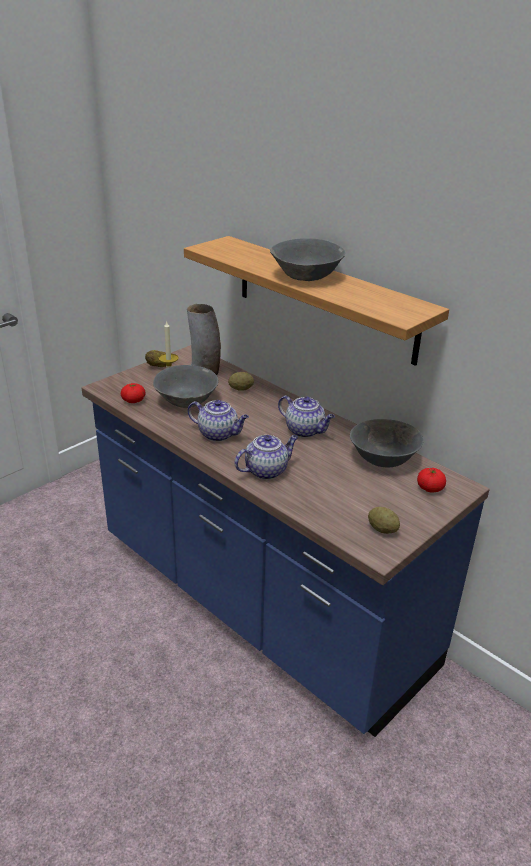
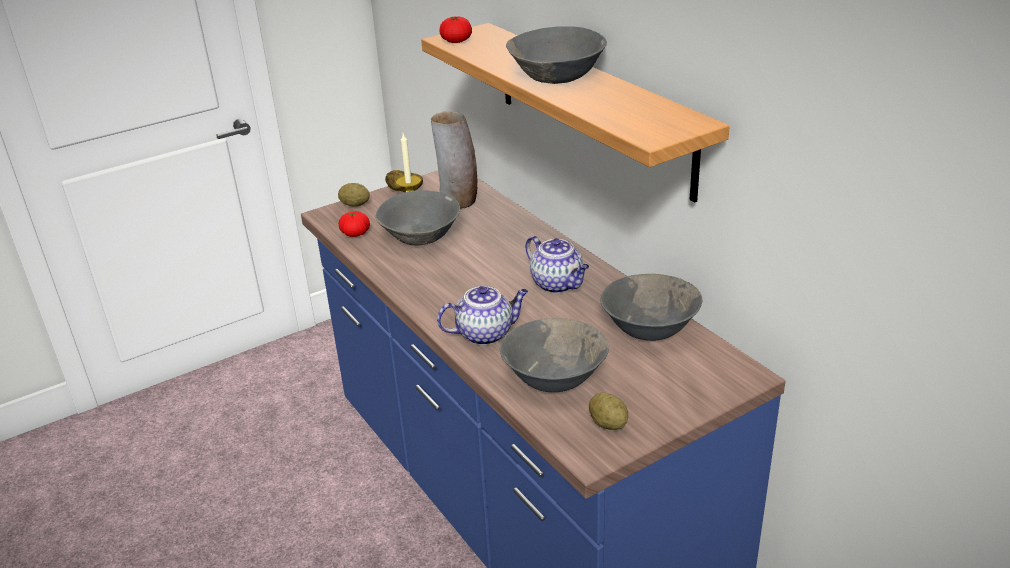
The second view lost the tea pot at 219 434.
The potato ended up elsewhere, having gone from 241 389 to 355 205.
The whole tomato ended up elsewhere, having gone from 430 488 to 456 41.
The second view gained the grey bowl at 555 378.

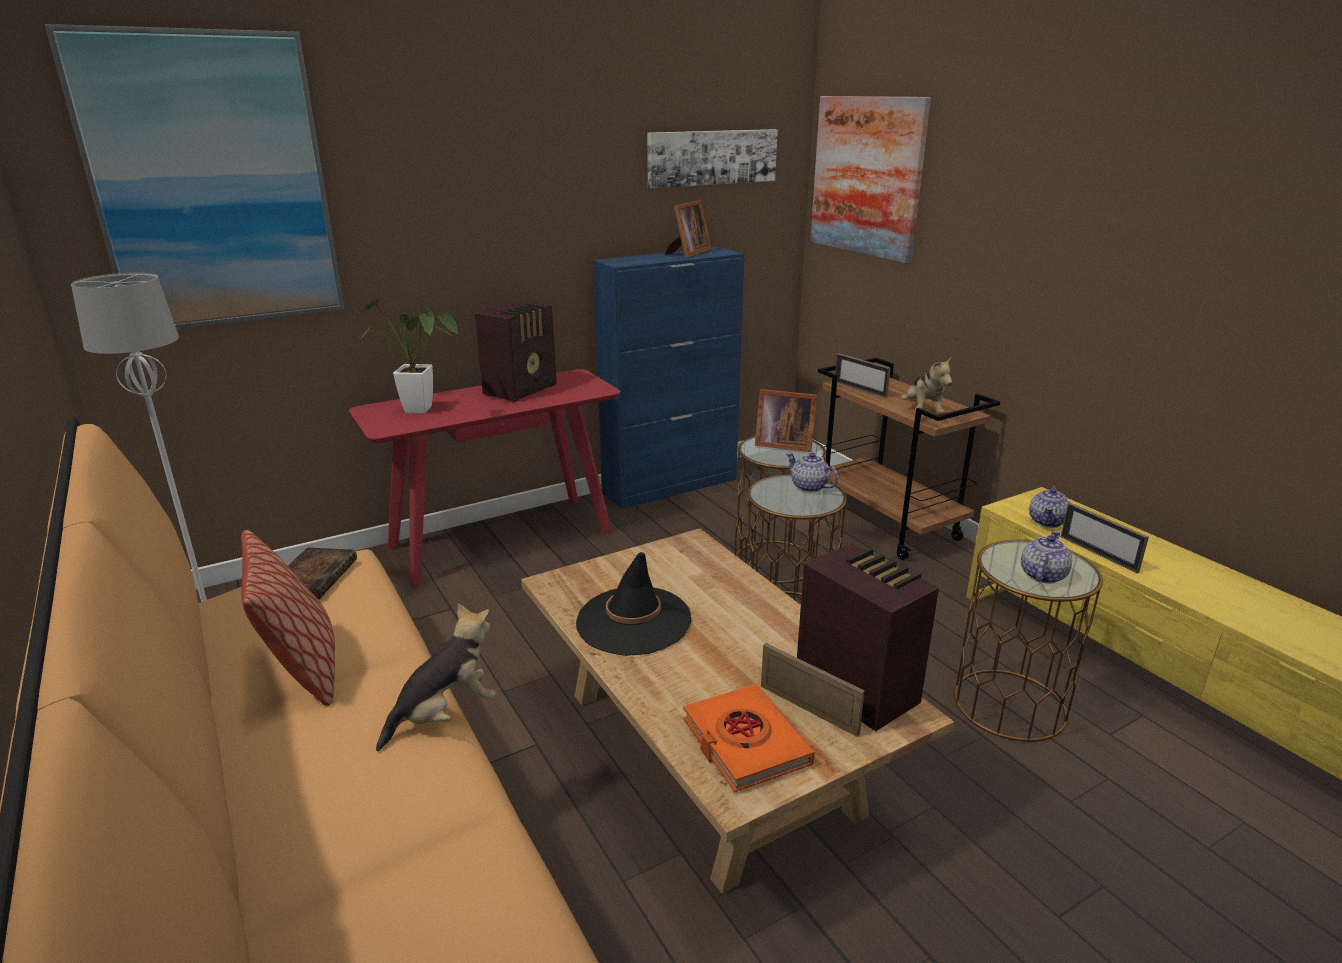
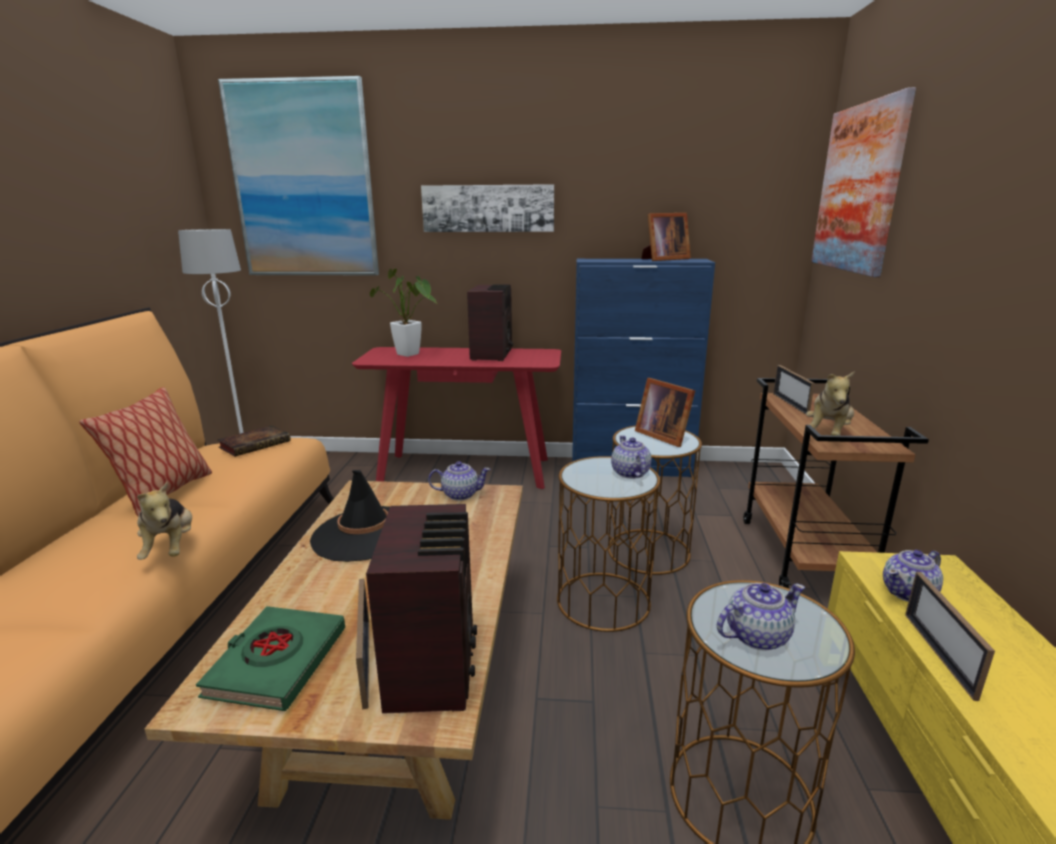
The soft toy at 445 714 ended up facing another way, 75 degrees clockwise from before.
The radio set at 522 389 ended up facing another way, 60 degrees counterclockwise from before.
The wall picture ended up elsewhere, having gone from 712 157 to 488 208.
What was the orange bound book at 745 743 turned into the greenish bound book at 277 663.
The second view gained the tea pot at 460 494.

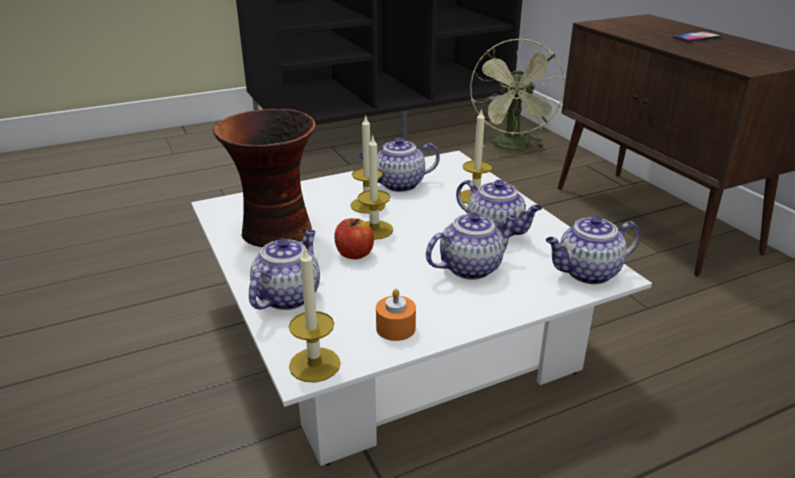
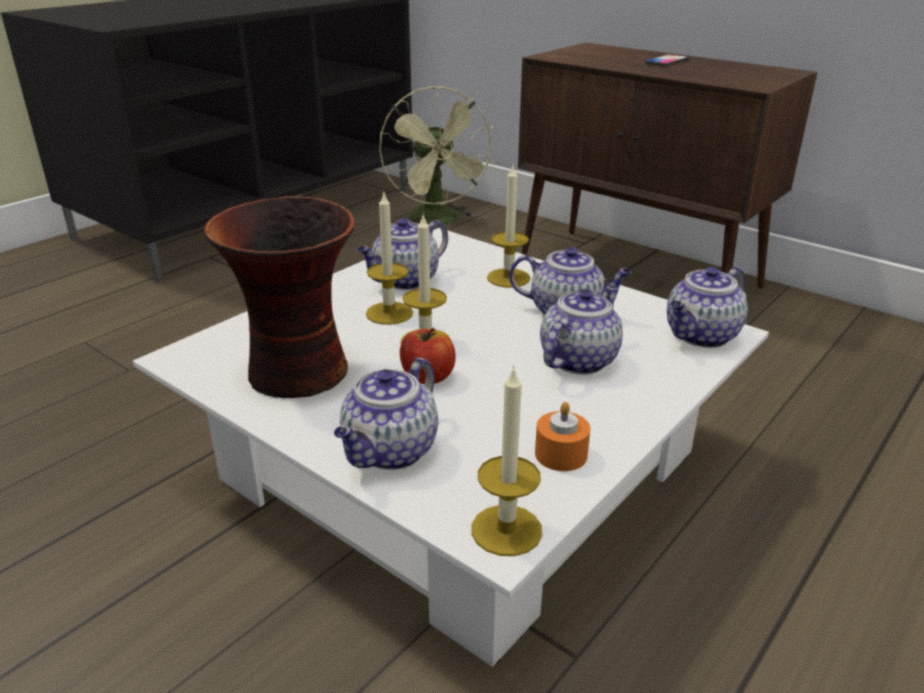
The tea pot at 287 296 ended up facing another way, 150 degrees counterclockwise from before.

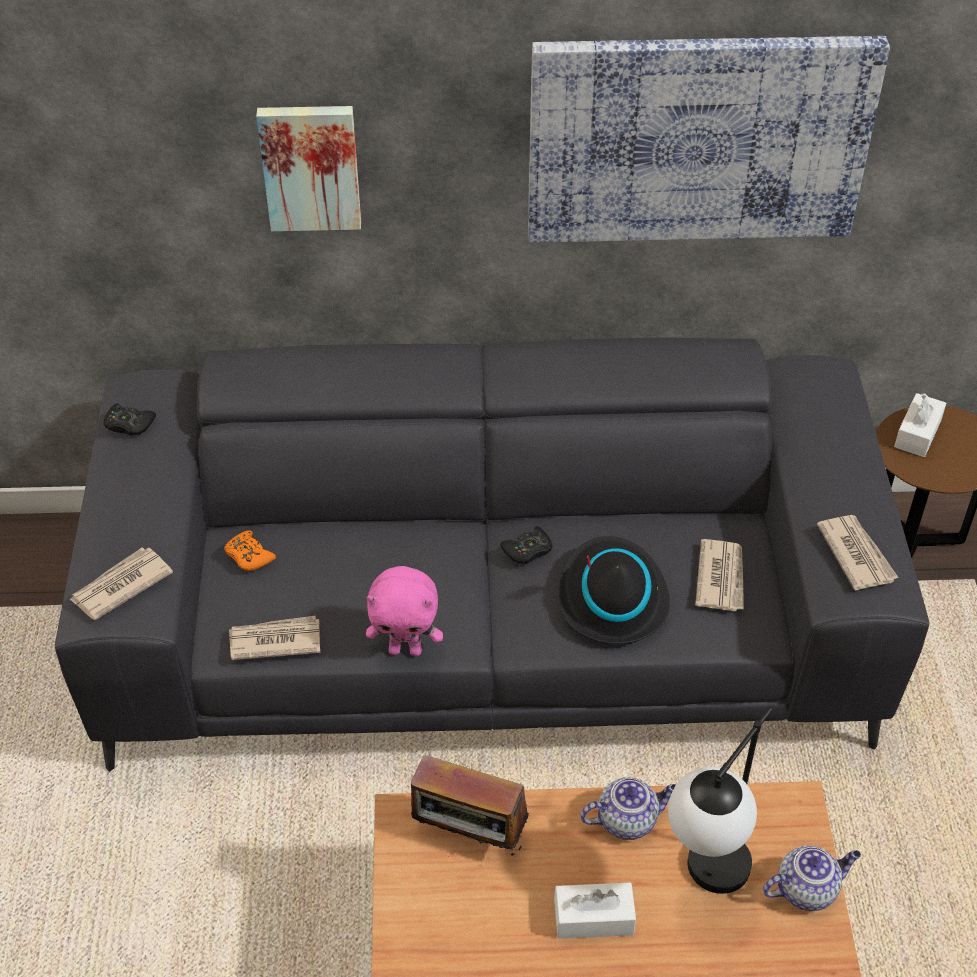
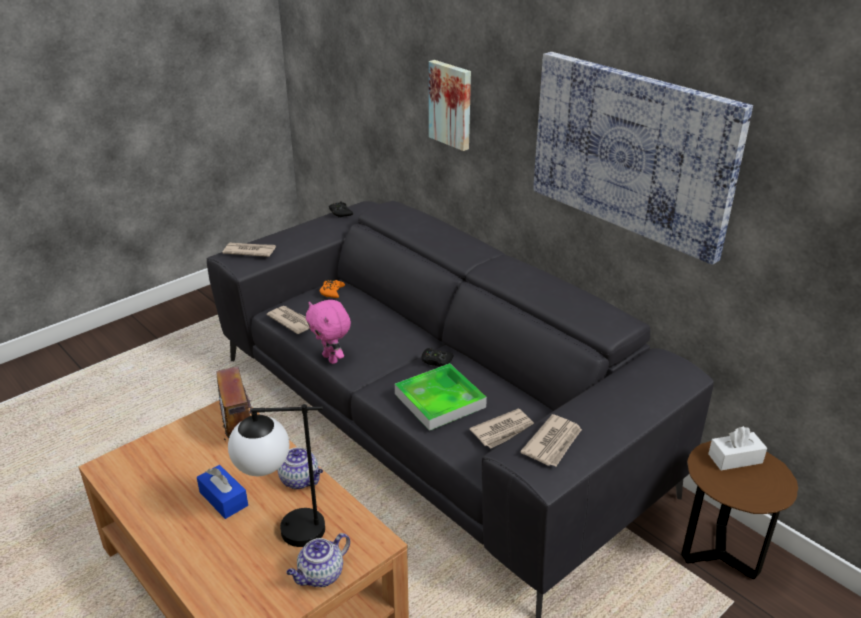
What was the whitish tissue holder at 593 918 turned into the bluish tissue holder at 223 499.
Where the black clothing hat stood at 611 597, the tray came to stand at 440 400.
The tea pot at 807 889 ended up facing another way, 105 degrees clockwise from before.

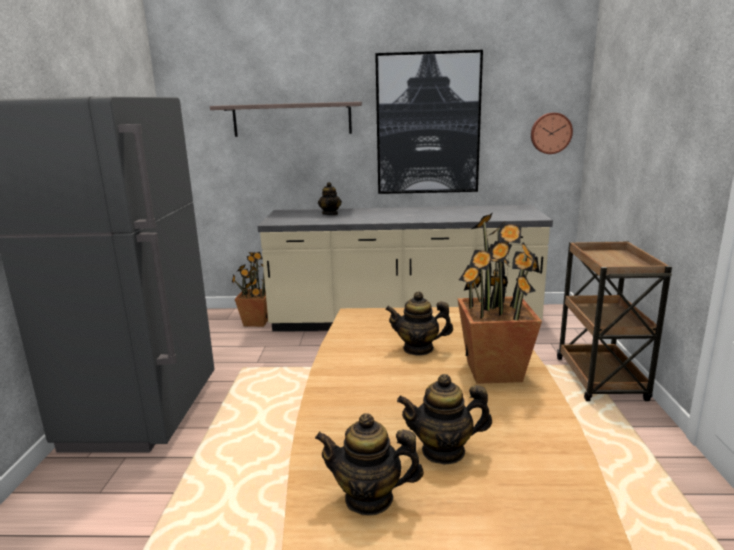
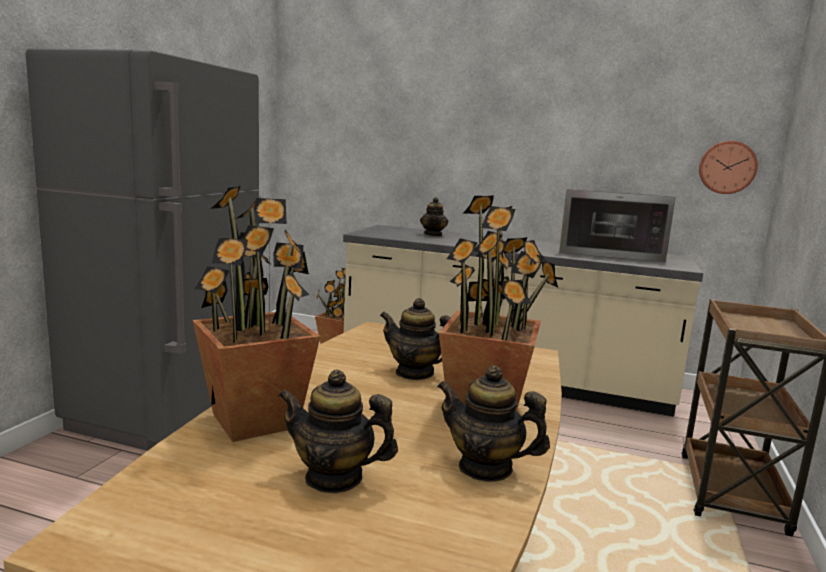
The second view lost the wall shelf at 292 119.
The tea pot ended up elsewhere, having gone from 369 498 to 485 468.
The second view lost the wall picture at 428 124.
The second view gained the plant in a pot at 256 420.
The second view gained the microwave oven at 609 253.

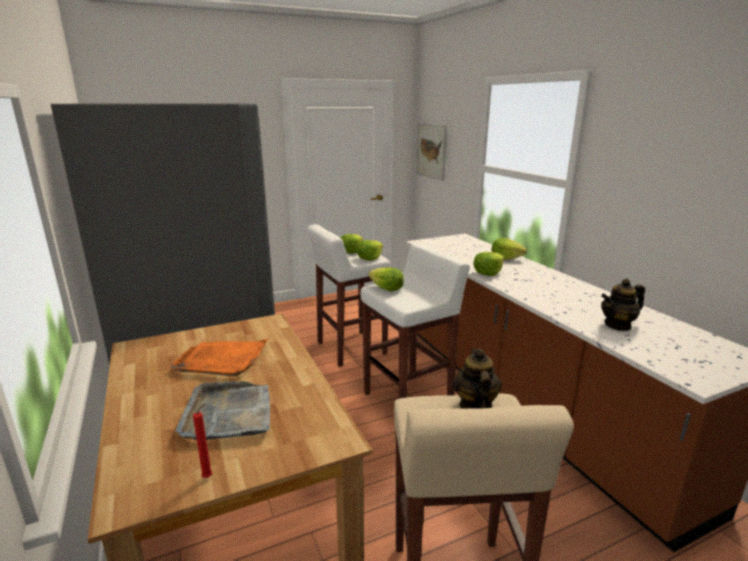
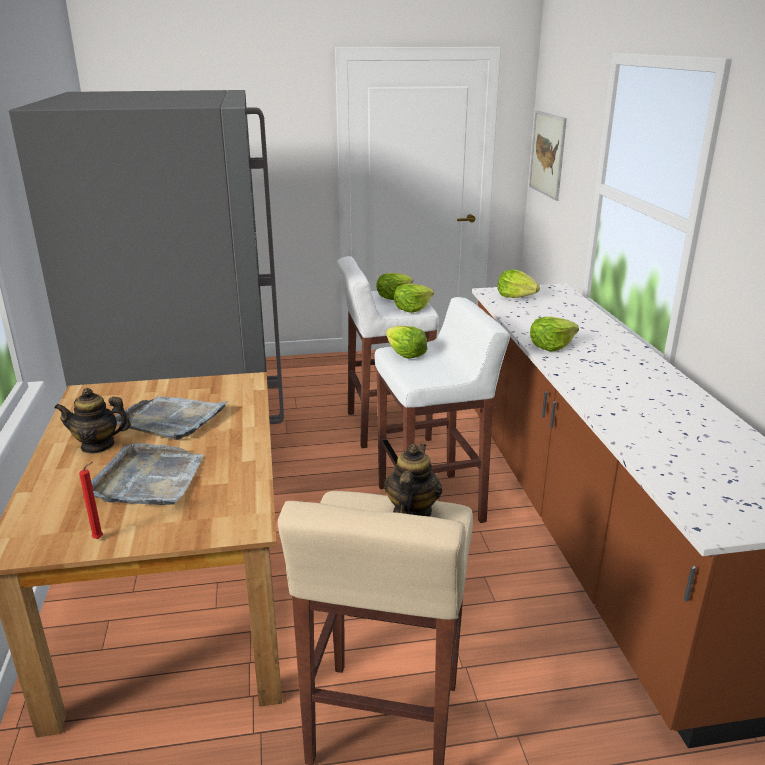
What was the orange tray at 222 359 turned into the grey tray at 171 419.
The lettuce ended up elsewhere, having gone from 506 258 to 516 296.
The tea pot ended up elsewhere, having gone from 618 325 to 98 445.

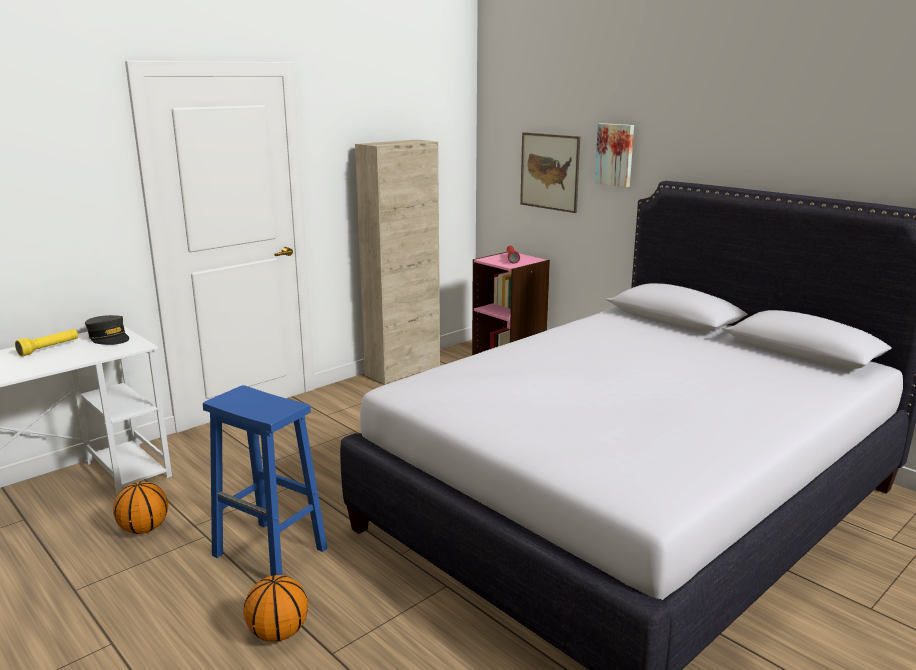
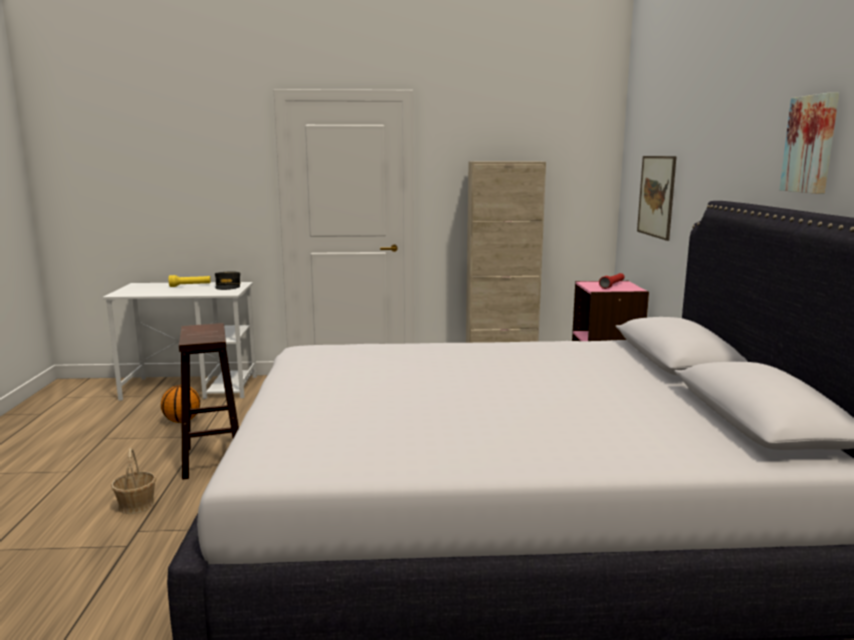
What was the bluish sitting stool at 271 552 turned into the brown sitting stool at 213 460.
Where the ball for basketball stood at 278 632, the basket came to stand at 136 505.
The wall picture ended up elsewhere, having gone from 615 154 to 811 144.

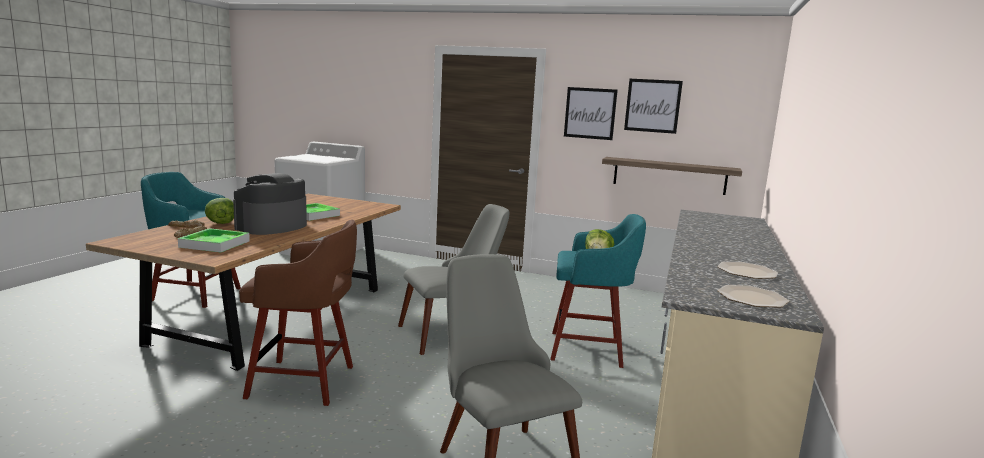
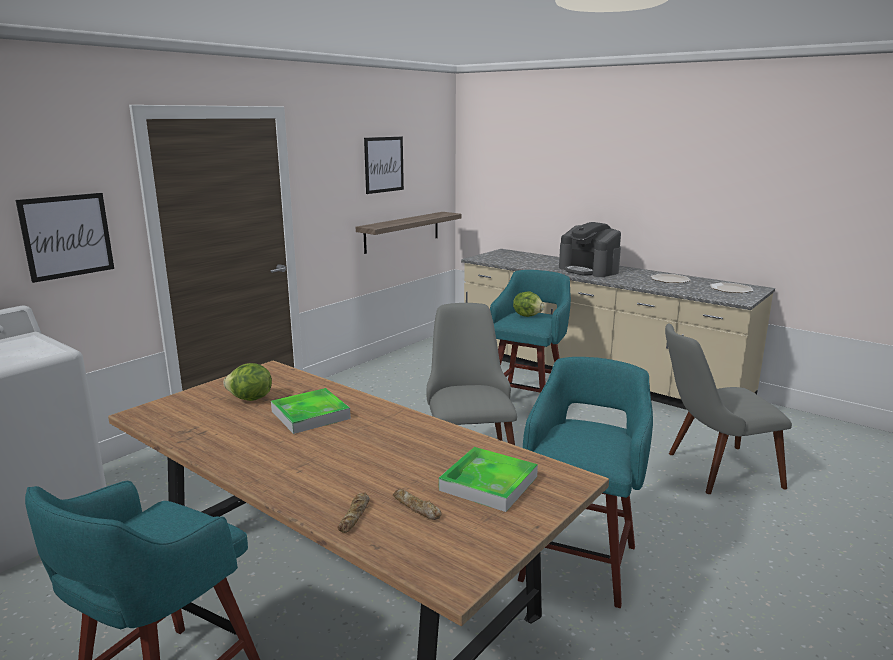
The lettuce ended up elsewhere, having gone from 221 223 to 250 399.
The coffee maker ended up elsewhere, having gone from 271 226 to 589 270.
What was the brown sitting stool at 305 382 turned into the turquoise-coloured sitting stool at 580 560.
The wall picture ended up elsewhere, having gone from 590 113 to 67 236.

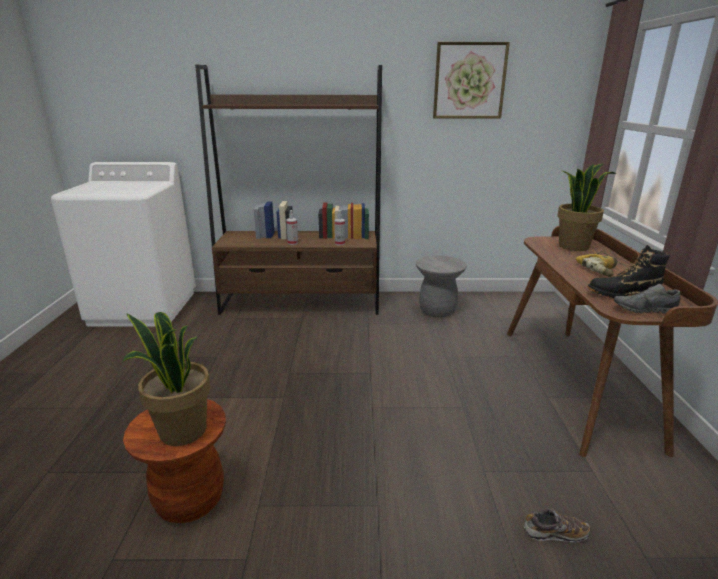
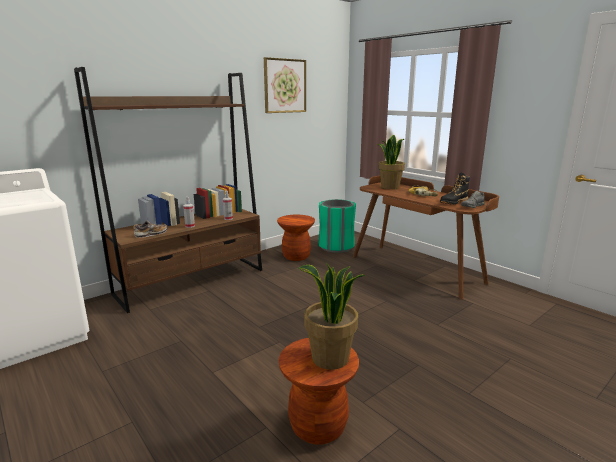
What was the grey sitting stool at 437 310 turned into the brown sitting stool at 296 256.
The shoe ended up elsewhere, having gone from 555 533 to 151 234.
The second view gained the greenish trash can at 336 246.

